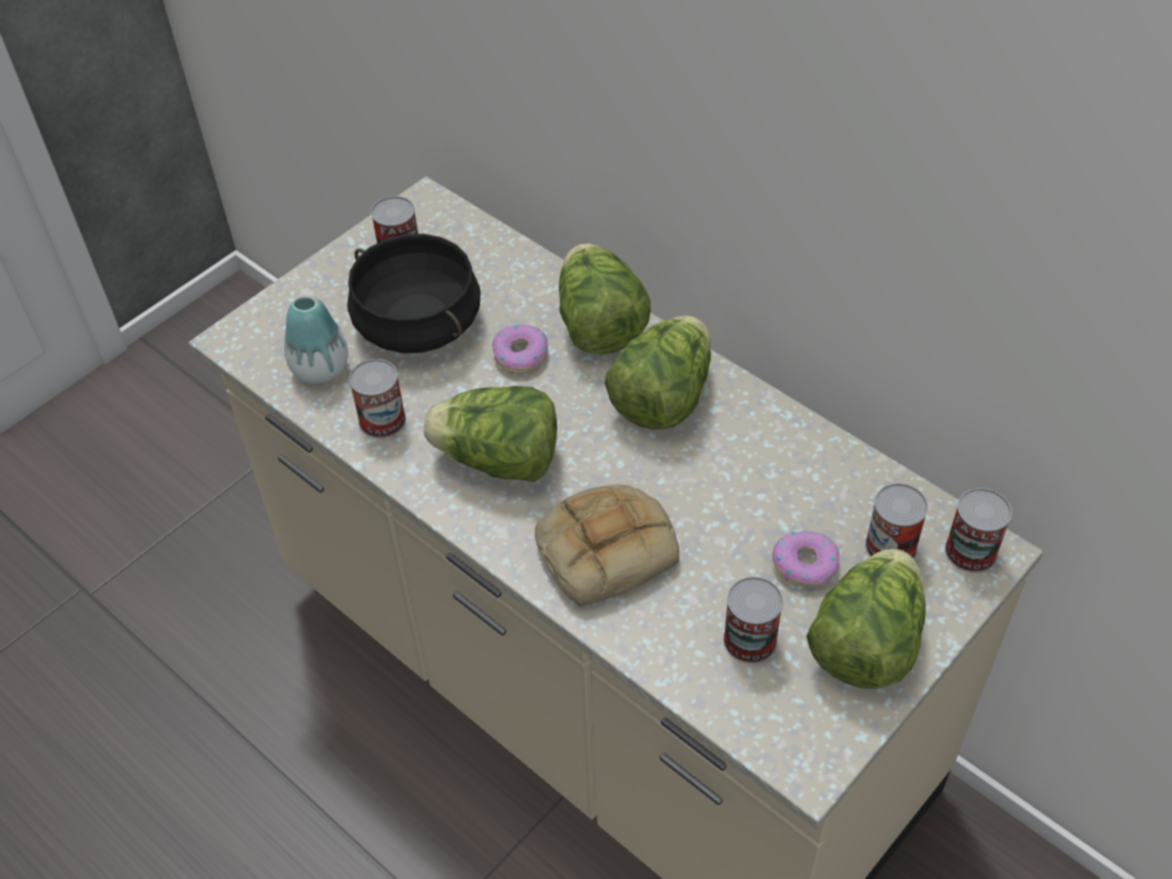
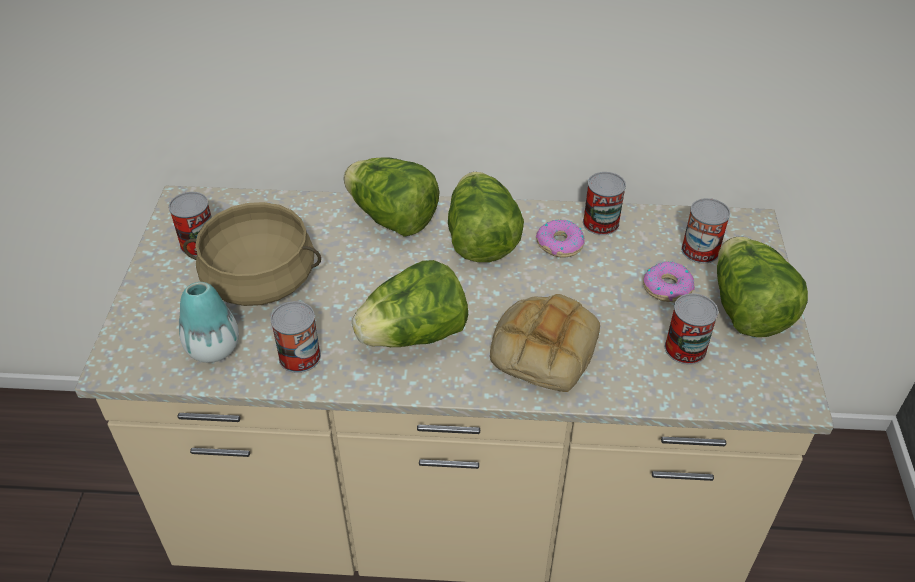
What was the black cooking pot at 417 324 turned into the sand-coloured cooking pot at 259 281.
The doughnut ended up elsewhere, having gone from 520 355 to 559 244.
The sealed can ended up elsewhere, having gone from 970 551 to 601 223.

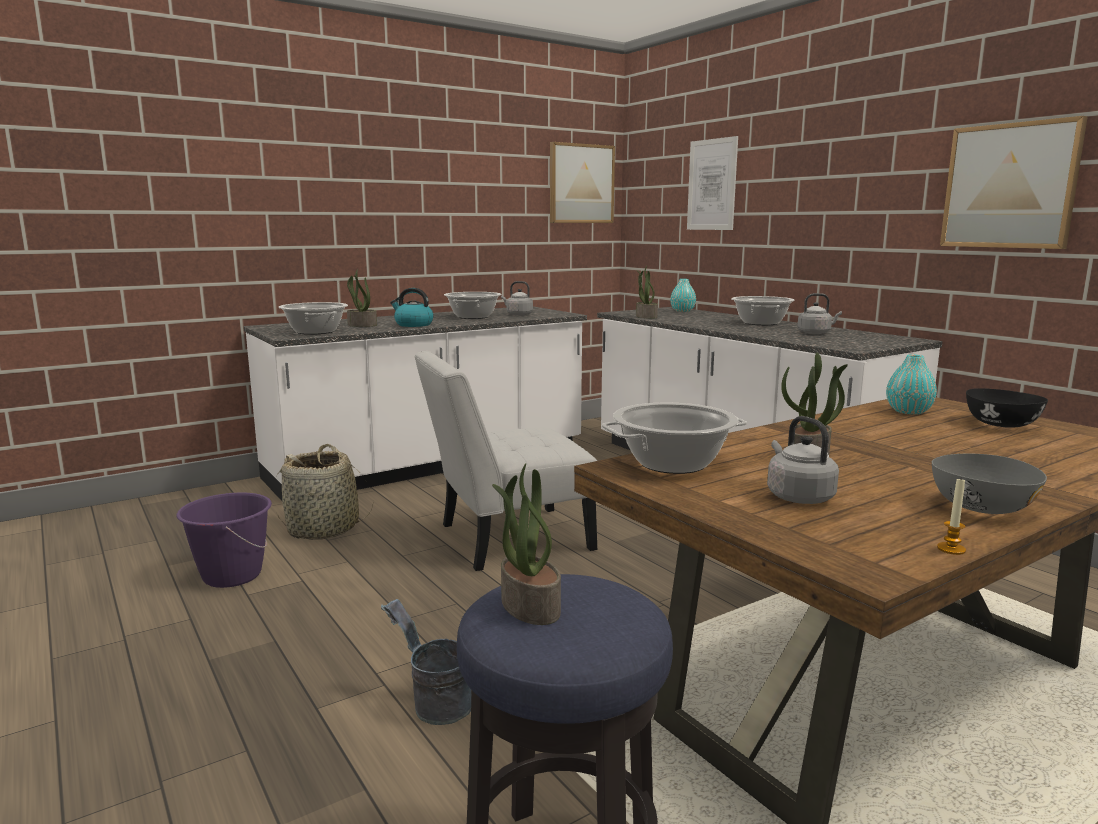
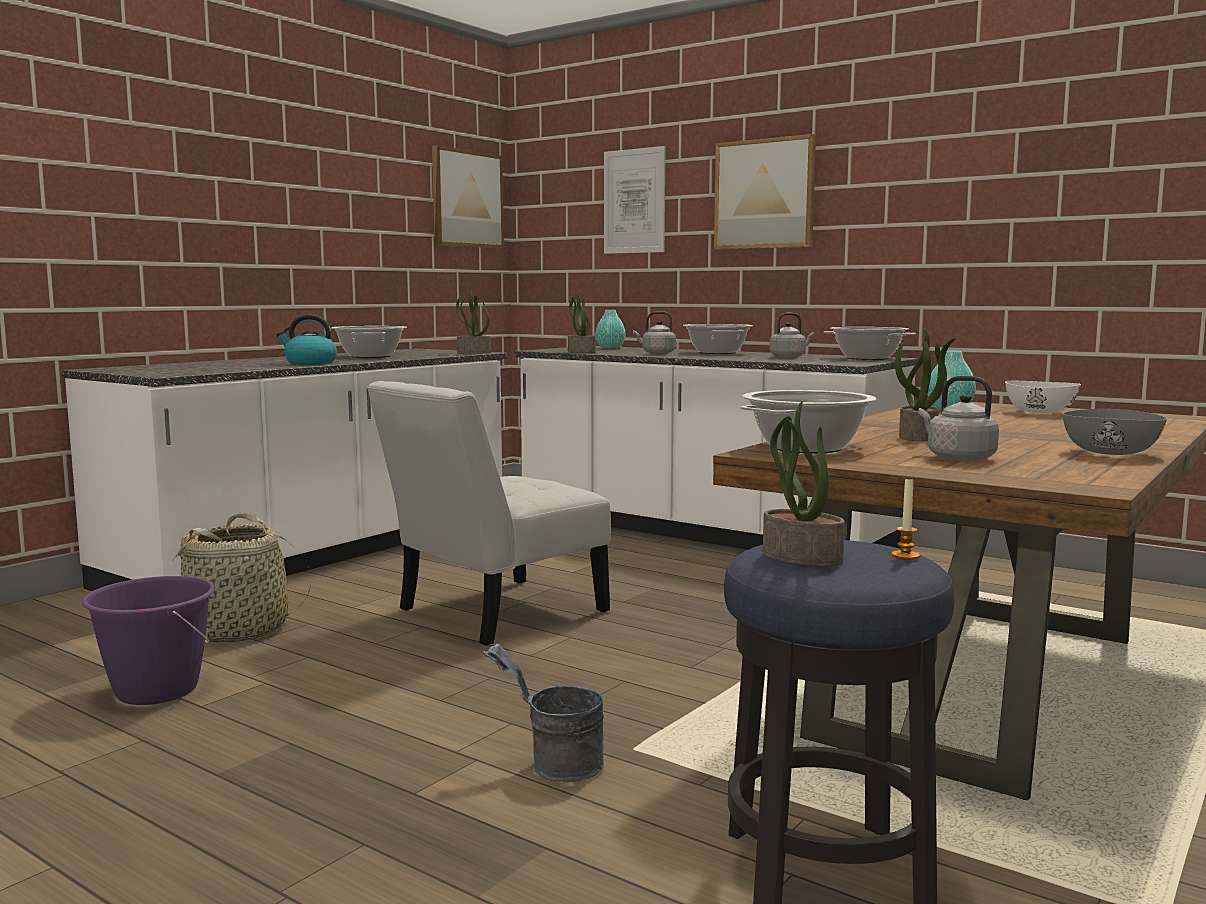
The cooking pot ended up elsewhere, having gone from 315 332 to 868 358.
The plant in a pot ended up elsewhere, having gone from 361 325 to 473 353.
The grey water kettle ended up elsewhere, having gone from 518 314 to 656 353.
The wax candle ended up elsewhere, having gone from 951 549 to 905 556.
The wall picture ended up elsewhere, having gone from 1010 186 to 765 194.
What was the black bowl at 1000 424 turned into the whitish bowl at 1039 412.

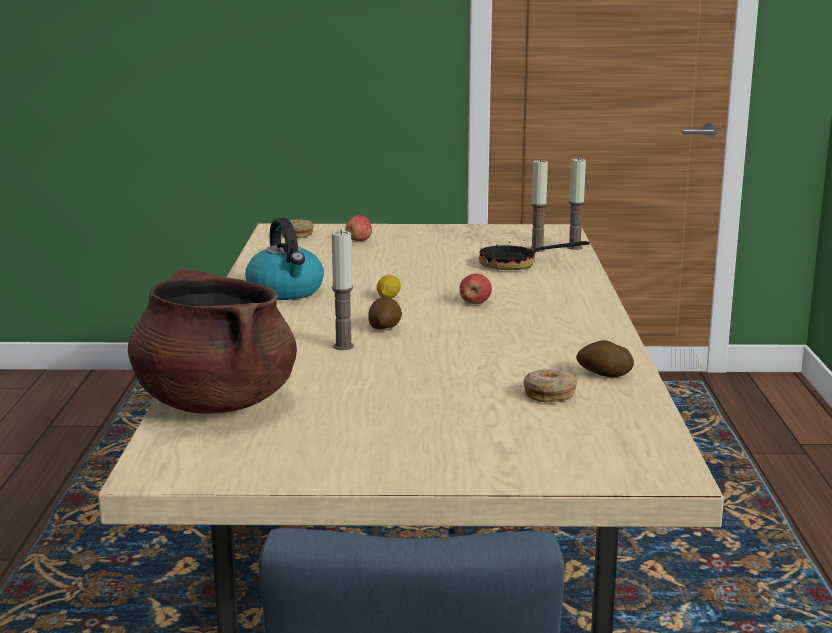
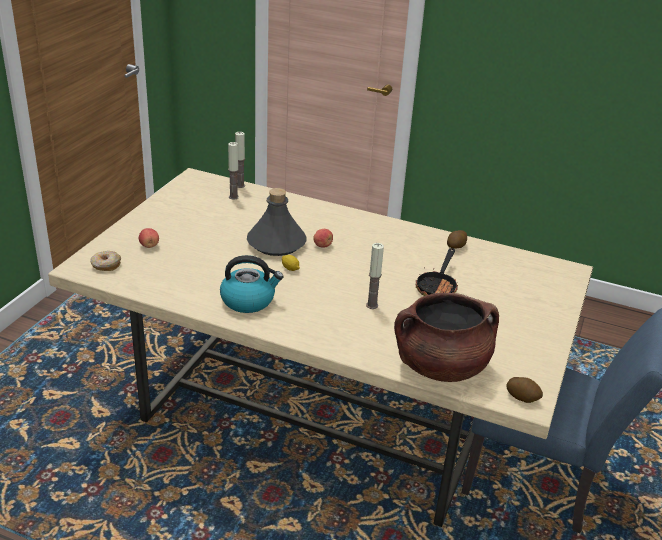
The potato ended up elsewhere, having gone from 385 328 to 522 397.
The skillet ended up elsewhere, having gone from 517 265 to 438 287.
The second view lost the doughnut at 549 394.
The second view gained the grey bottle at 276 243.

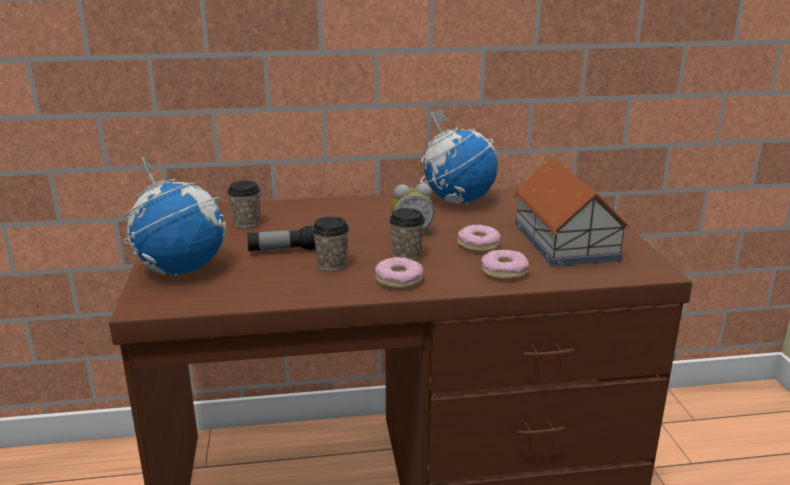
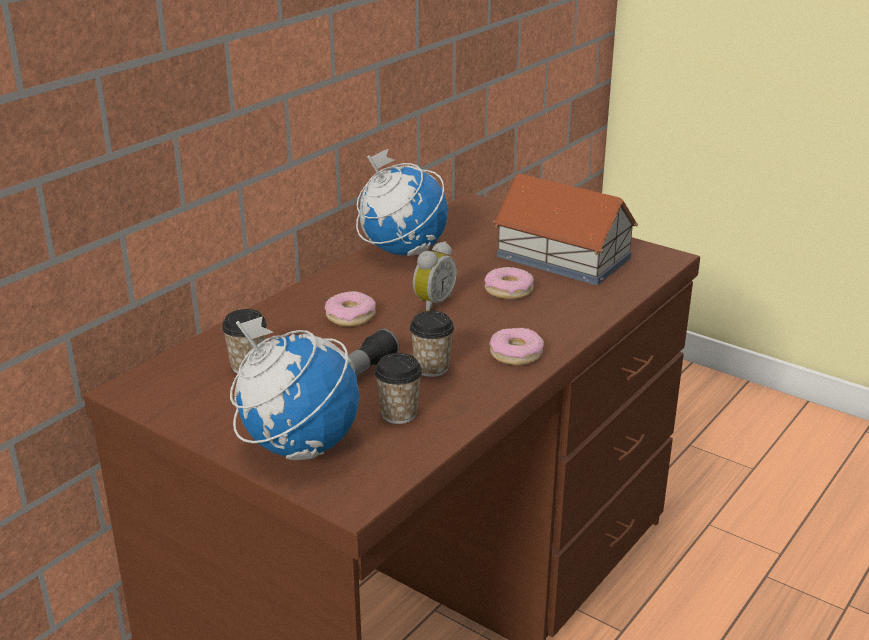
The drinking cup ended up elsewhere, having gone from 406 255 to 399 414.
The doughnut ended up elsewhere, having gone from 504 272 to 350 316.

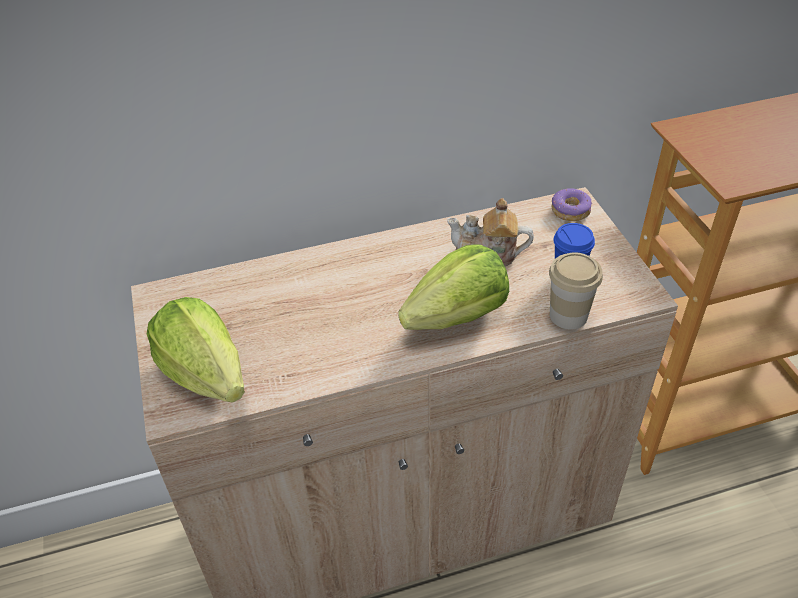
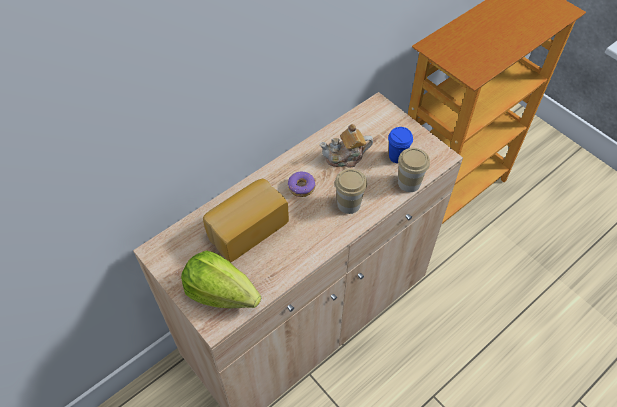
Where the lettuce stood at 457 316, the drinking cup came to stand at 348 204.
The doughnut ended up elsewhere, having gone from 570 211 to 301 187.
The second view gained the bread at 246 228.

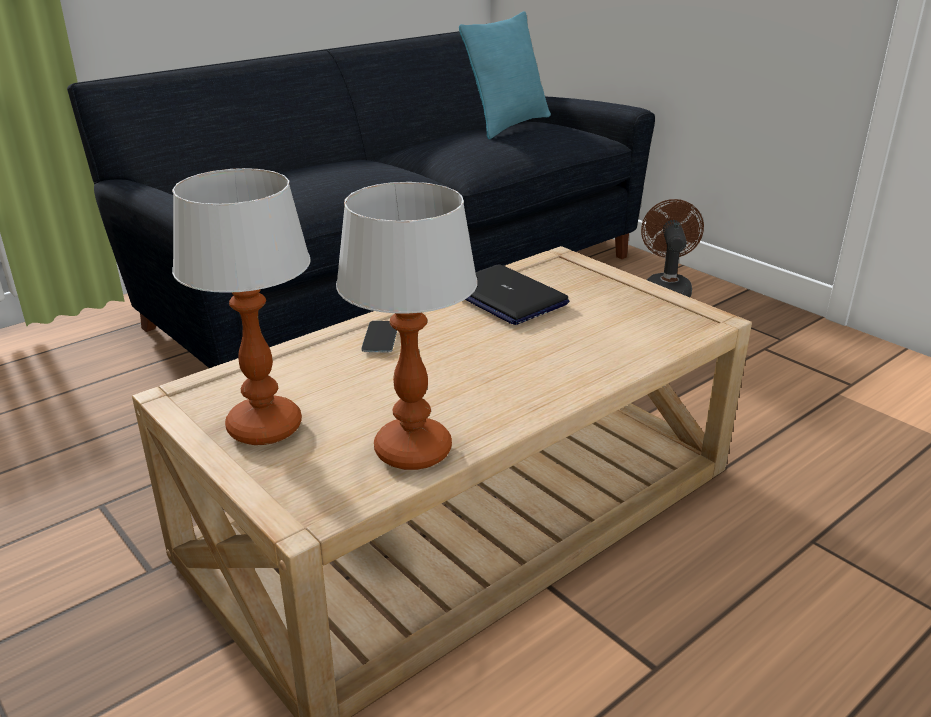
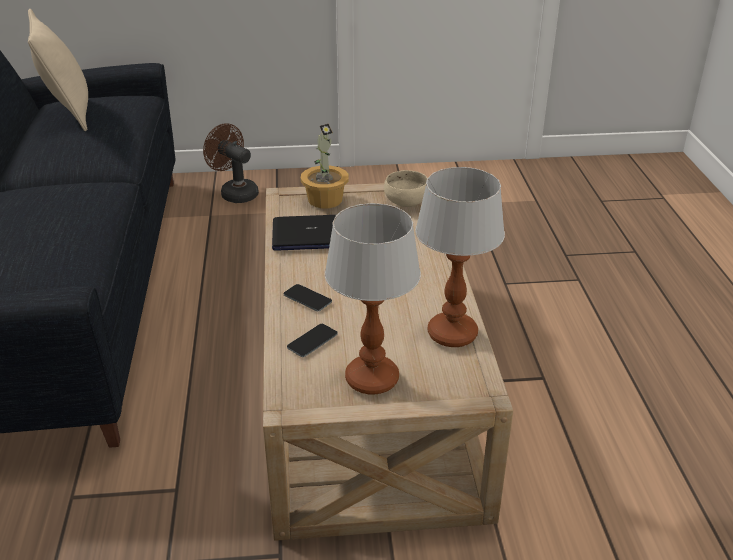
What was the turquoise-coloured pillow at 508 125 turned into the sand-coloured pillow at 69 113.
The second view gained the handset at 312 340.
The second view gained the plant in a pot at 325 199.
The second view gained the sand-coloured bowl at 405 202.

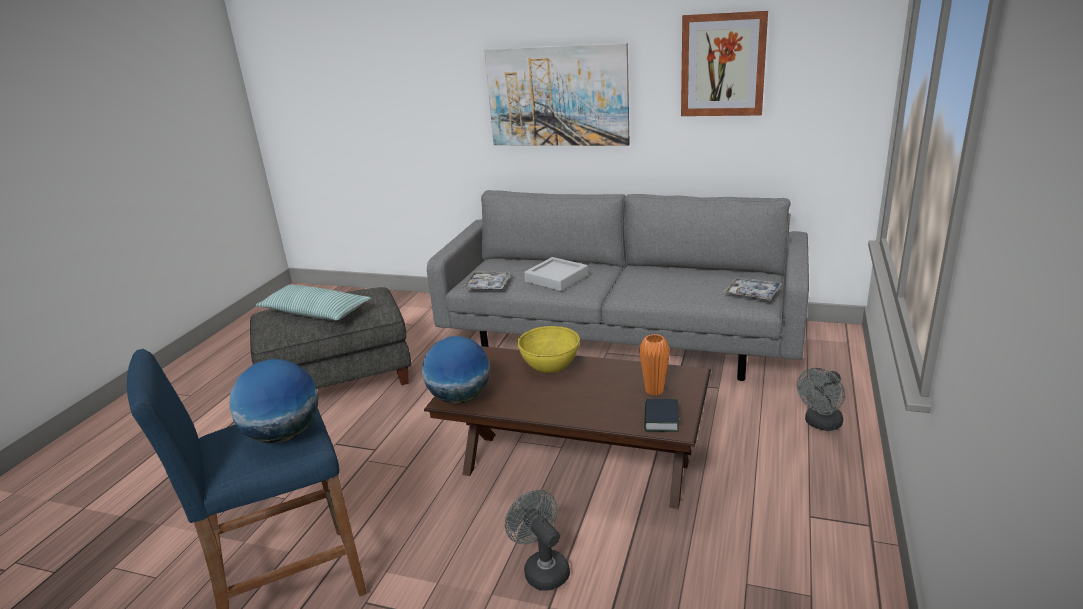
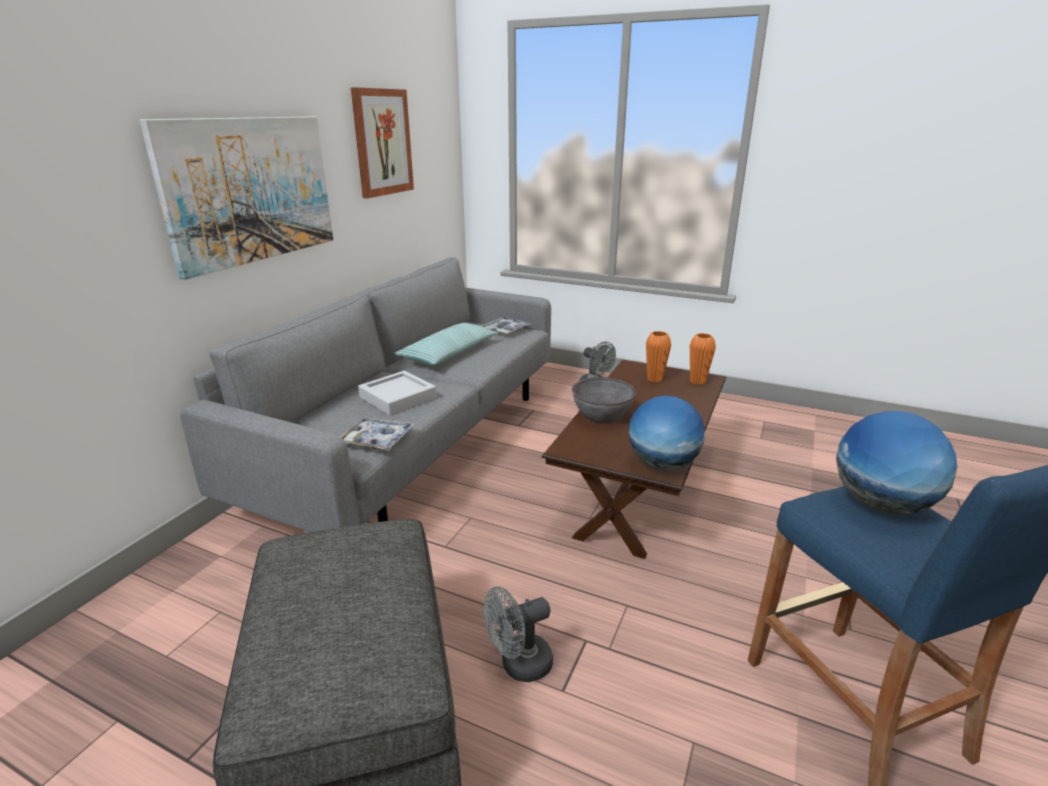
The pillow ended up elsewhere, having gone from 315 312 to 449 354.
The grey electric fan ended up elsewhere, having gone from 542 568 to 519 665.
What was the yellowish bowl at 550 364 turned into the grey bowl at 602 415.
Where the bound book stood at 661 419, the orange flower vase came to stand at 697 381.

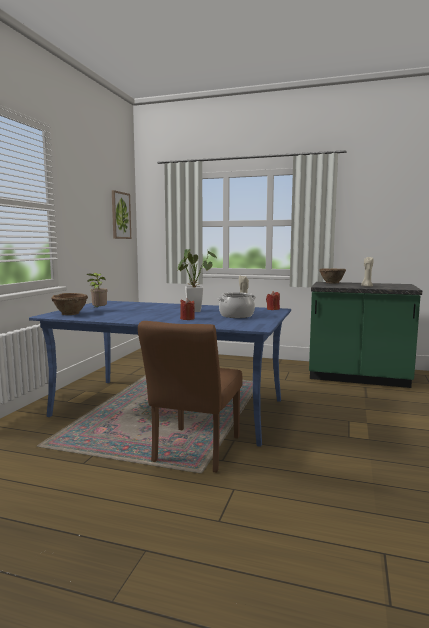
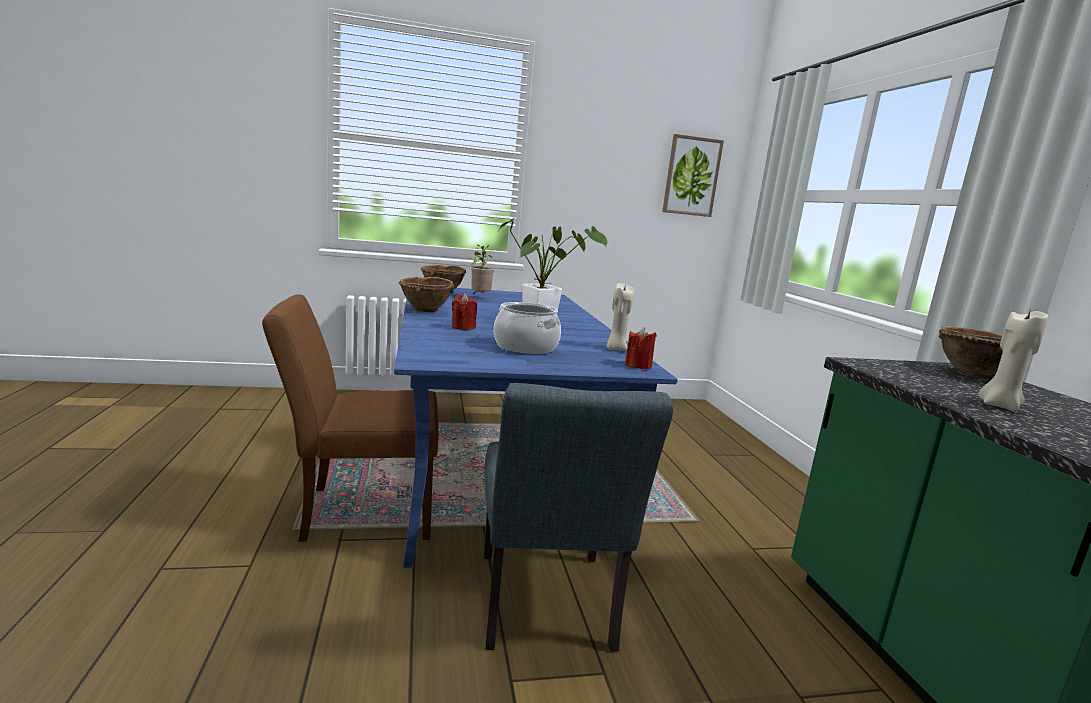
The second view gained the brown bowl at 425 310.
The second view gained the grey chair at 546 608.

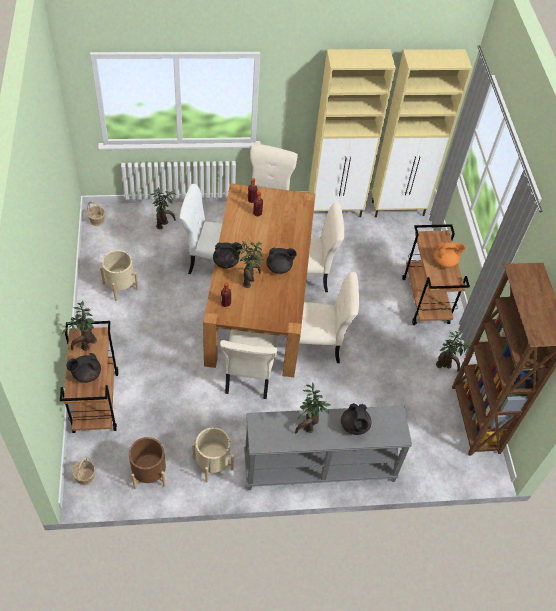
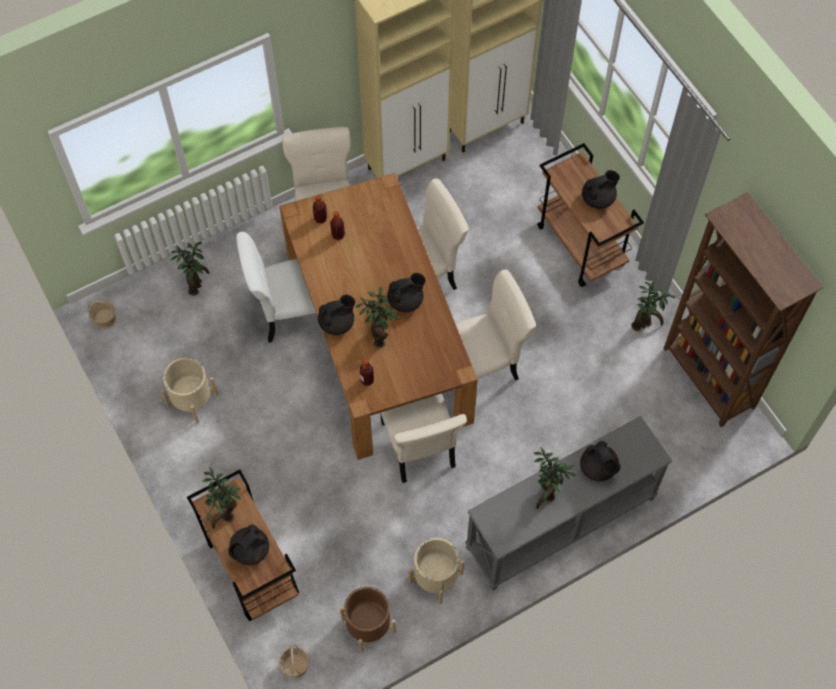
What was the orange tea pot at 445 262 turned into the black tea pot at 598 198.

